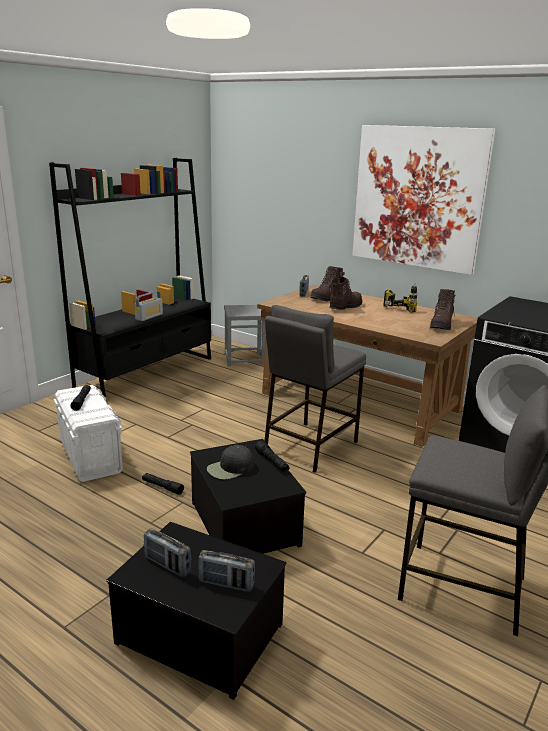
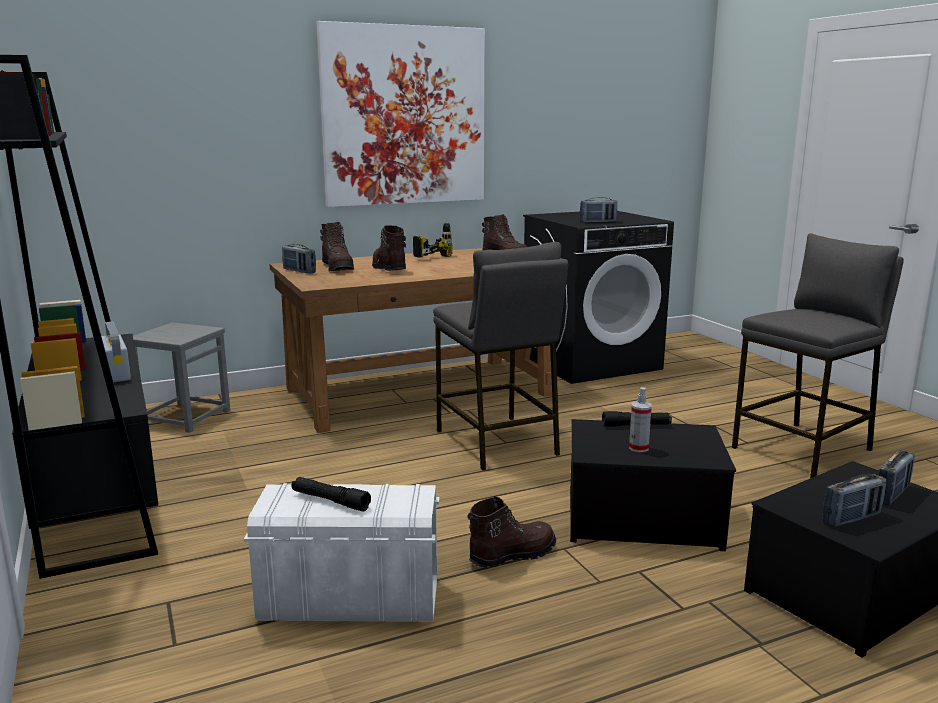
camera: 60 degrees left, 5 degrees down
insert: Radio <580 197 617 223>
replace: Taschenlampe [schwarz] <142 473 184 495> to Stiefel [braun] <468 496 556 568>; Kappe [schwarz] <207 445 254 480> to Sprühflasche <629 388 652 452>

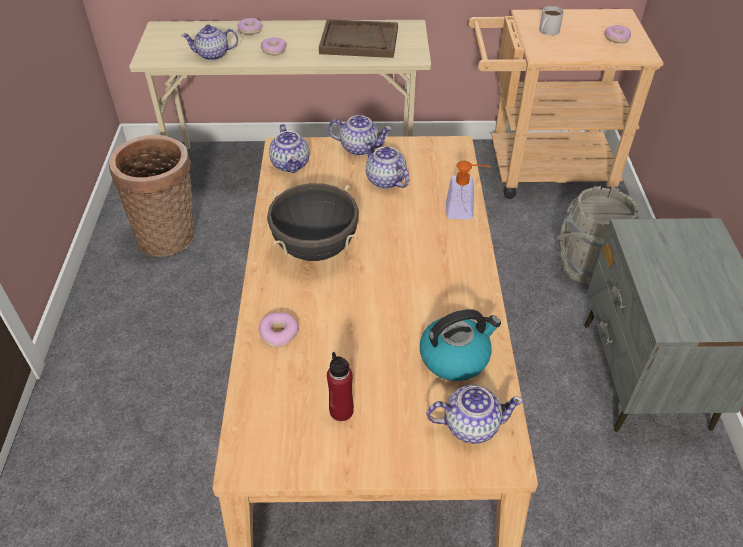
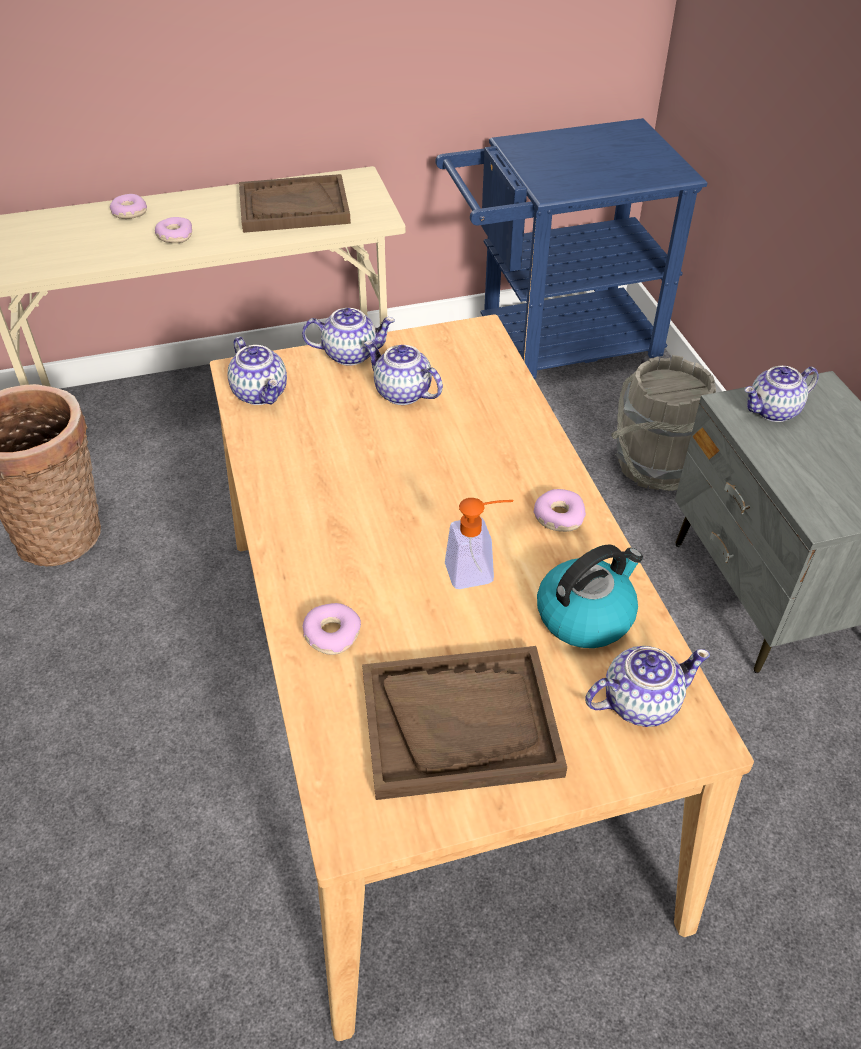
camera: 15 degrees left, 0 degrees up
delete: Kochtopf [schwarz] <267 183 359 261>; Henkelbecher [weiß] <539 6 564 36>
move: Seifenspender <446 161 491 219> to <445 498 513 589>; Donut <604 25 631 43> to <534 489 586 532>; Teekanne <181 24 238 61> to <745 366 819 422>
replace: Flasche [rot] <327 352 354 421> to Tablett [braun] <362 646 567 800>
recolor: Rollwagen [beige] <468 9 664 199> to Rollwagen [blau] <435 118 707 379>

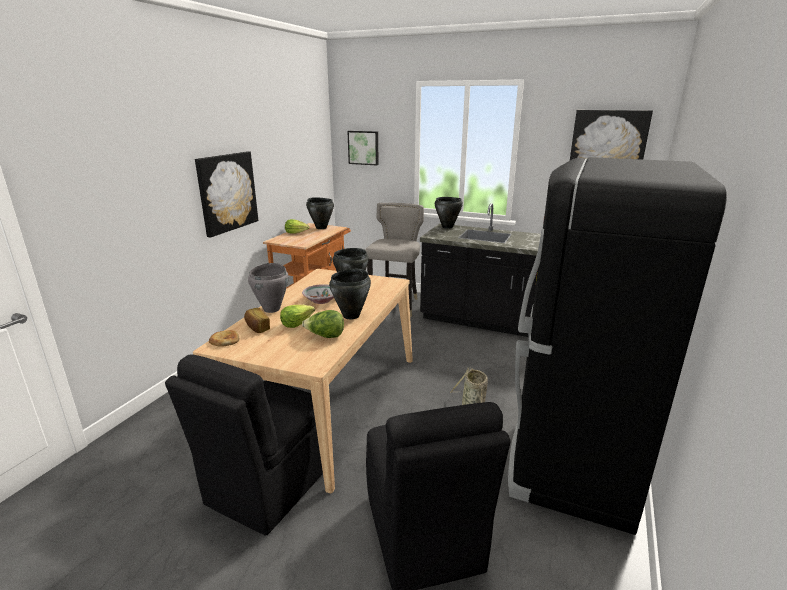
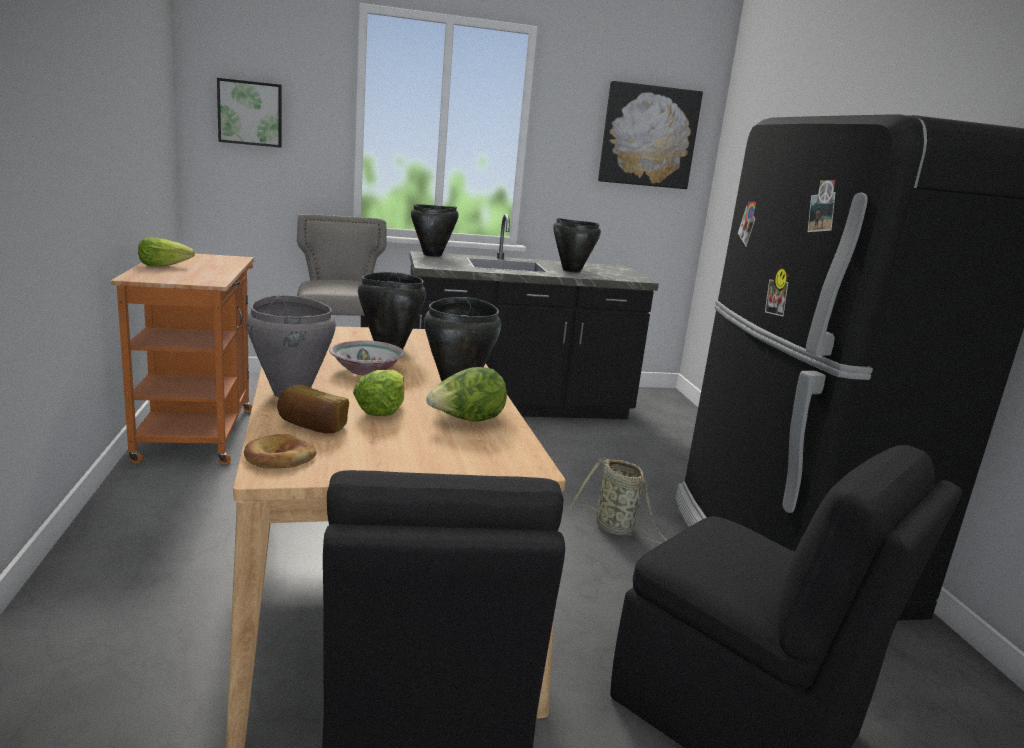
camera: 35 degrees left, 5 degrees down
delete: Bild <195 151 258 238>
move: Kochtopf [schwarz] <306 197 334 229> to <553 218 601 272>

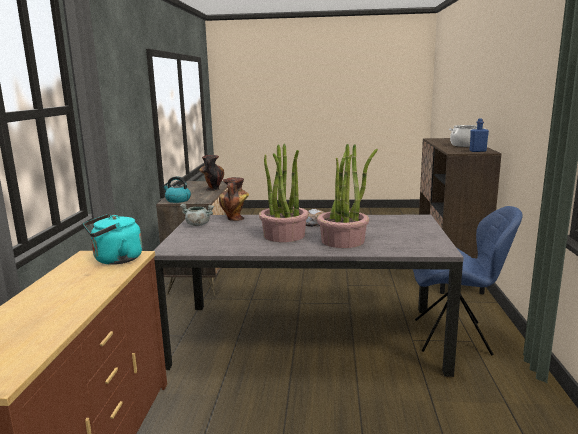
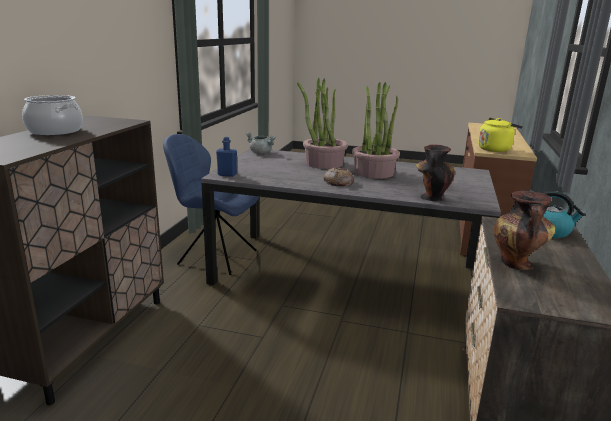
camera: 170 degrees left, 5 degrees up
move: Flasche [blau] <470 119 489 152> to <216 137 237 177>; Kochtopf [grau] <180 204 214 226> to <246 132 276 154>
recolor: Wasserkessel [türkis] <83 214 142 265> to Wasserkessel [gelb] <478 118 523 152>

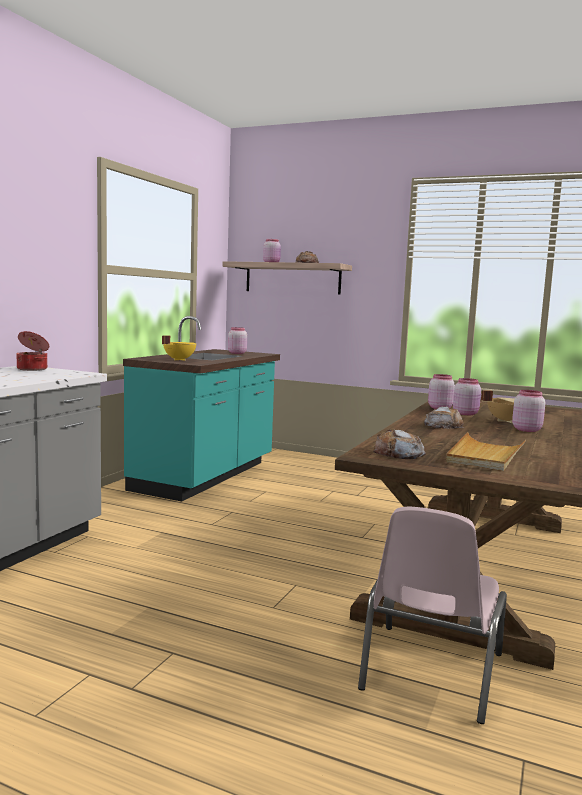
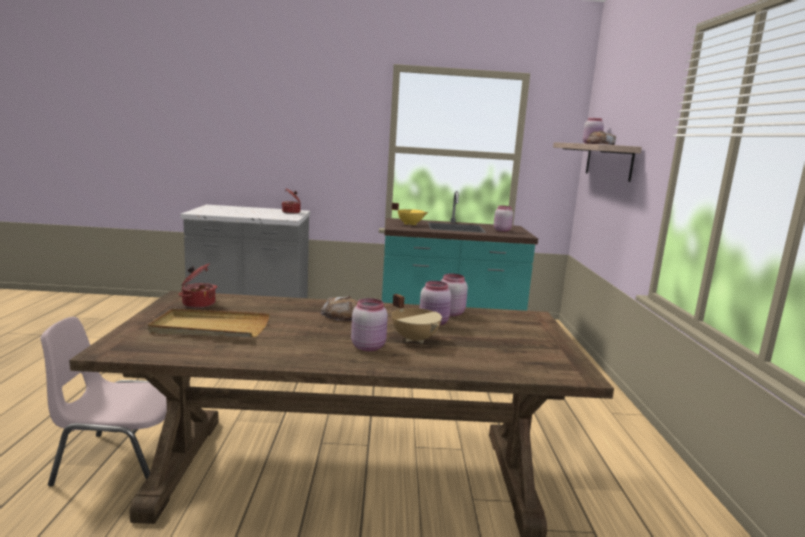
camera: 65 degrees right, 5 degrees up
replace: Brot <373 429 426 459> to Kochtopf <179 263 217 308>

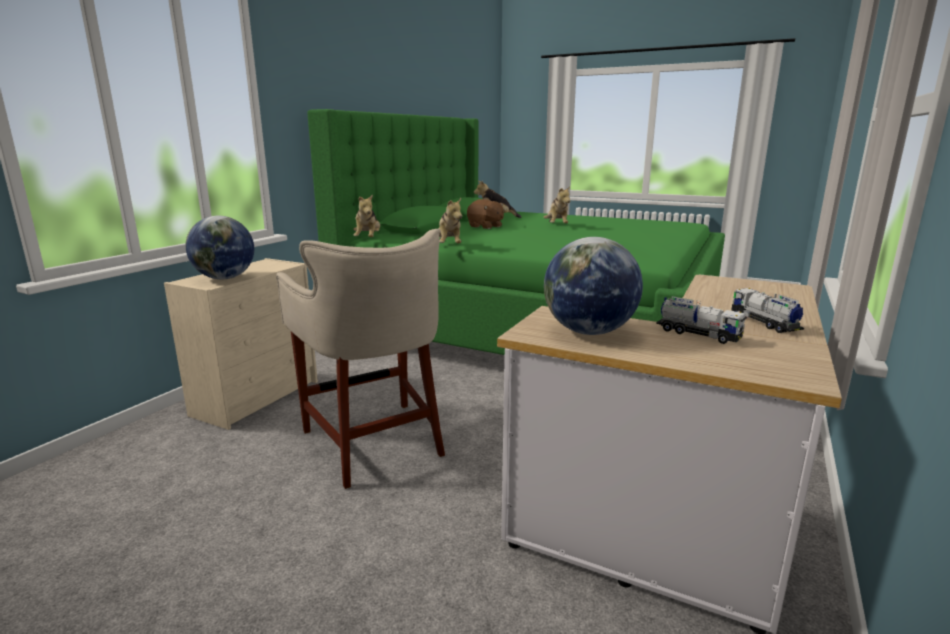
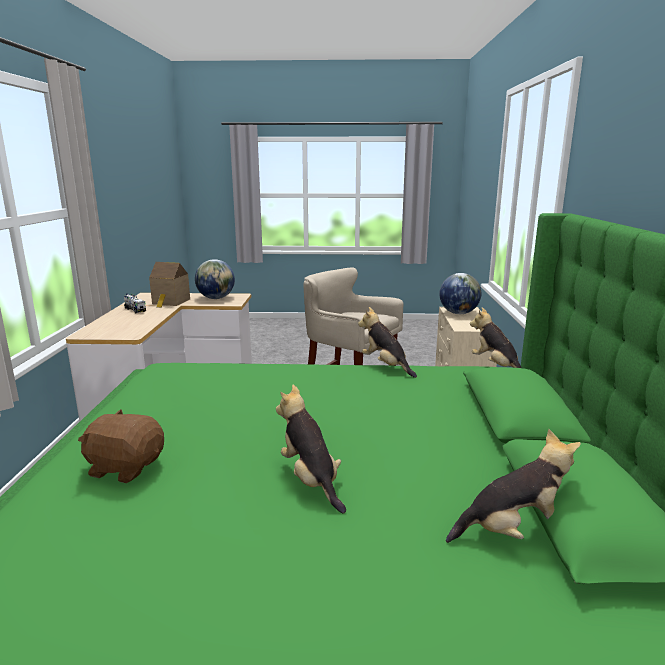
camera: 155 degrees right, 0 degrees up
move: Plüschtier [braun] <467 199 504 229> to <78 409 164 483>
replace: Spielzeuglaster <656 296 747 344> to Spielzeughaus <149 262 190 308>

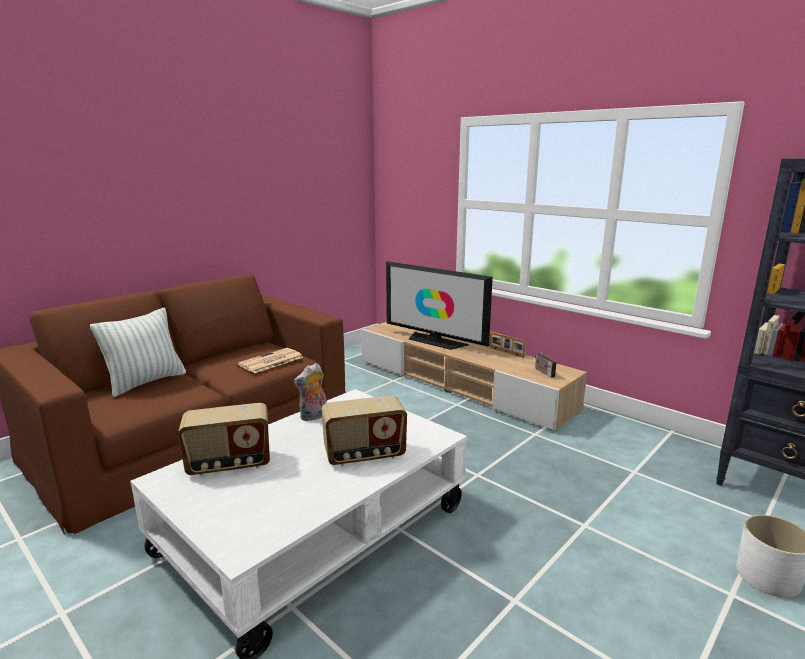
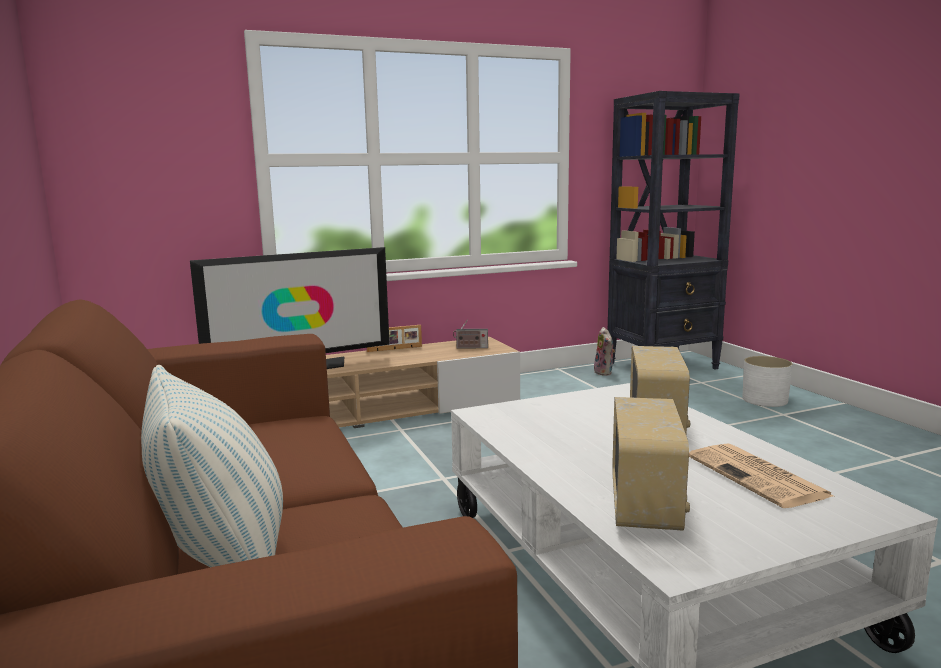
camera: 65 degrees left, 5 degrees down
move: Plüschtier <293 363 327 421> to <594 327 615 376>; Zeitung <238 348 303 373> to <689 443 833 508>

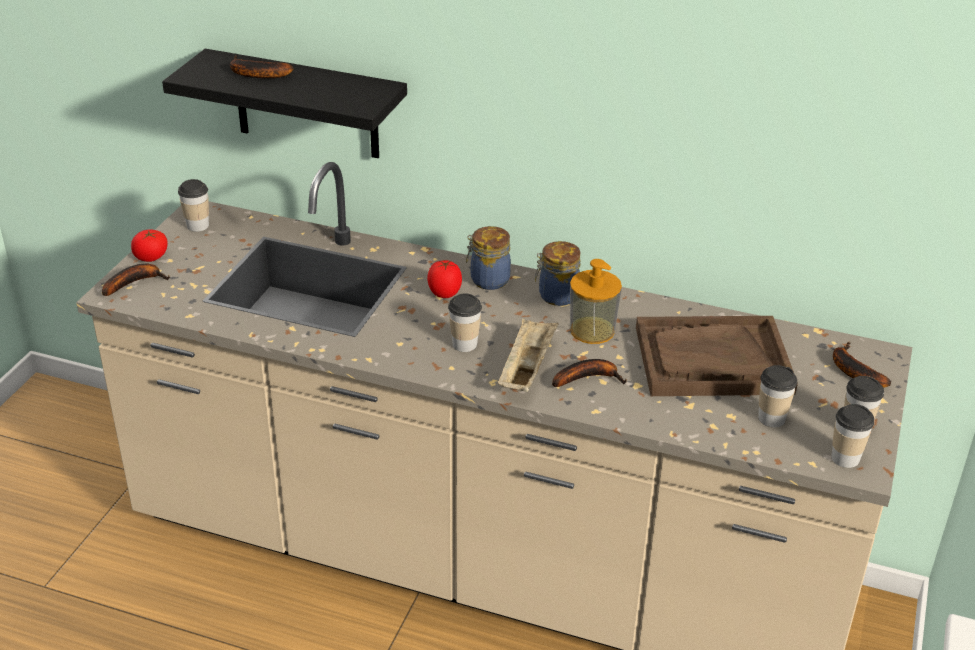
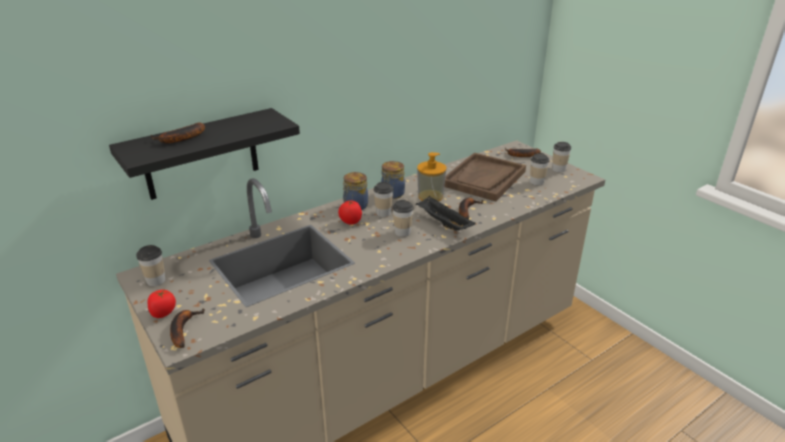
camera: 55 degrees left, 5 degrees down
move: Tasse <831 404 874 468> to <373 182 393 217>
recolor: Tablett [beige] <498 319 558 392> to Tablett [schwarz] <416 196 476 231>

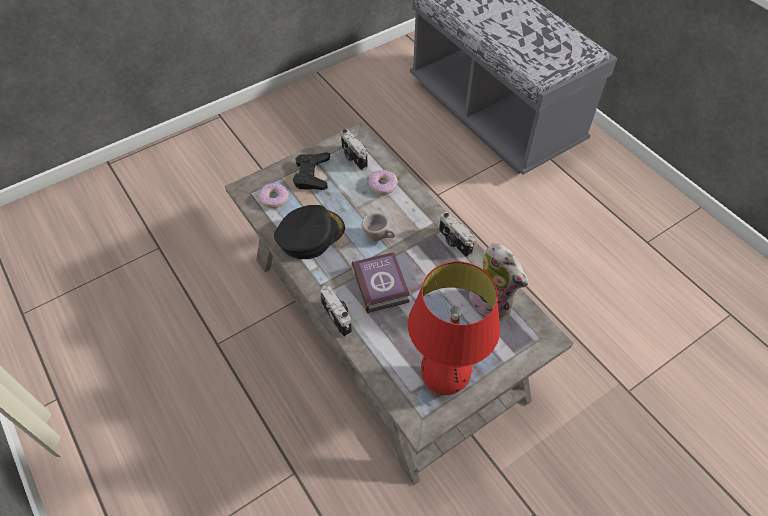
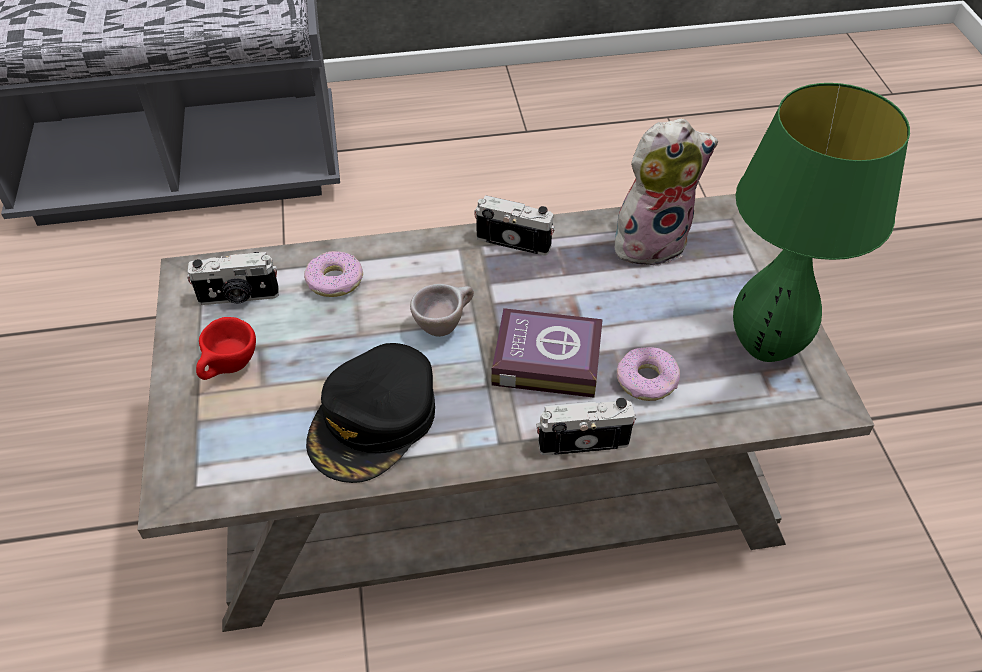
camera: 65 degrees left, 5 degrees down
move: Donut <258 183 289 208> to <617 347 680 401>
replace: Gamepad [schwarz] <293 152 330 190> to Tasse [rot] <196 317 256 380>
recolor: Tischlampe [rot] <408 262 500 395> to Tischlampe [grün] <733 83 910 362>
rotate: Kappe [schwarz] <274 205 345 259> = <306 343 435 483> 135 degrees counterclockwise; Kamera <439 212 475 257> = <474 195 555 256> 150 degrees counterclockwise

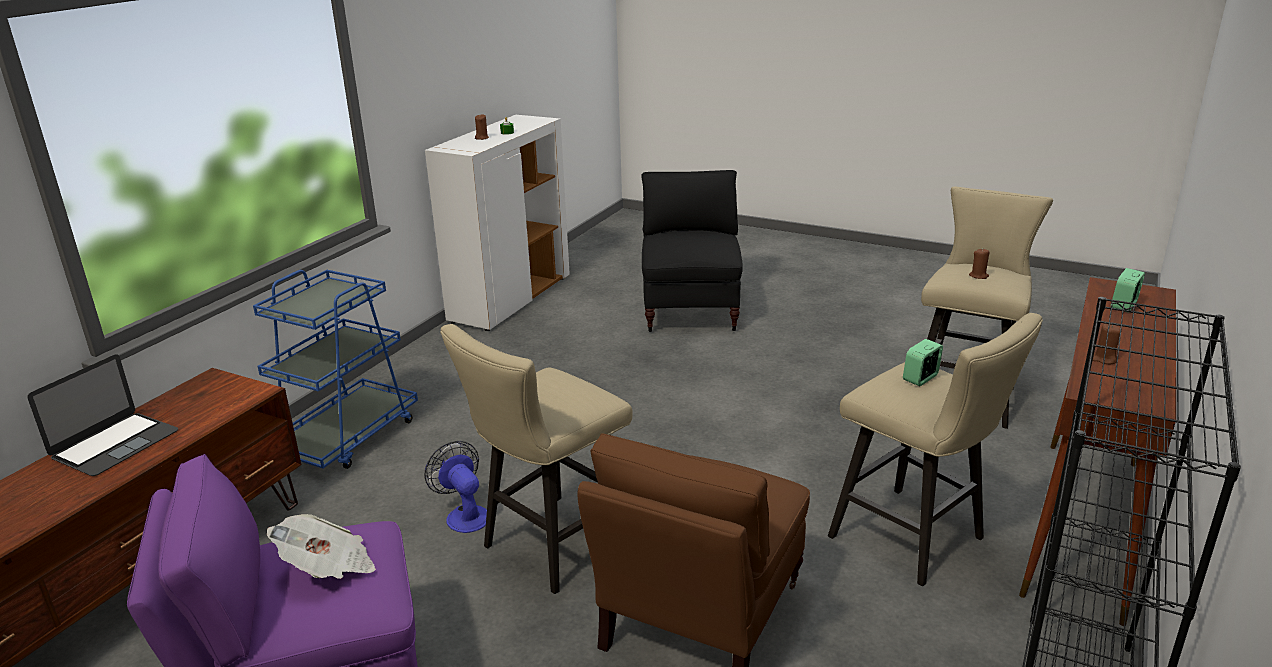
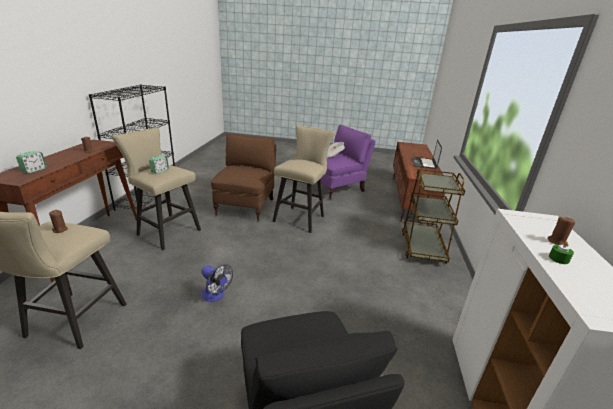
camera: 160 degrees right, 0 degrees up
move: Ventilator <424 441 487 533> to <201 264 233 302>
recolor: Rollwagen [blau] <253 270 418 469> to Rollwagen [braun] <402 169 465 264>

